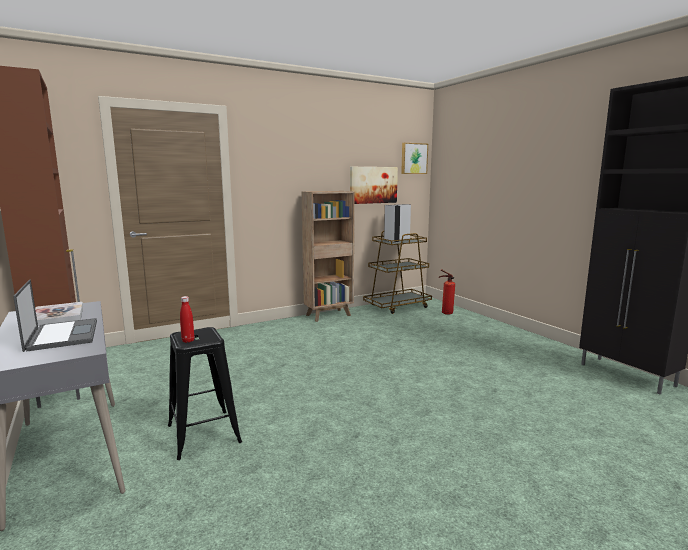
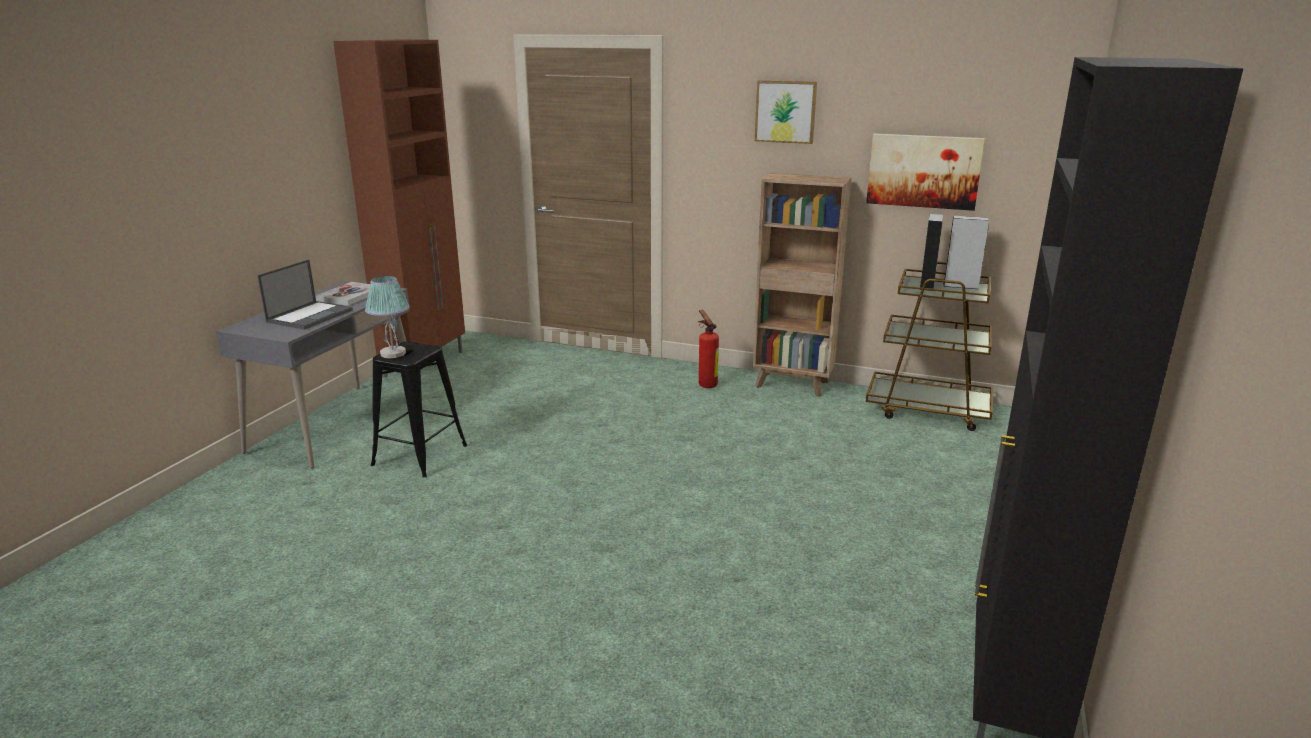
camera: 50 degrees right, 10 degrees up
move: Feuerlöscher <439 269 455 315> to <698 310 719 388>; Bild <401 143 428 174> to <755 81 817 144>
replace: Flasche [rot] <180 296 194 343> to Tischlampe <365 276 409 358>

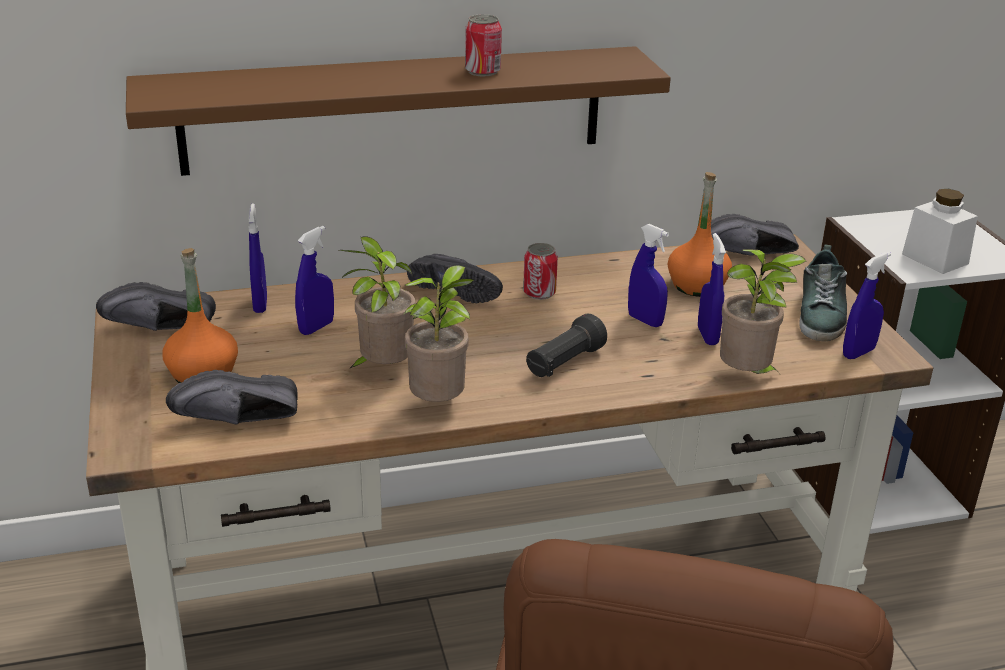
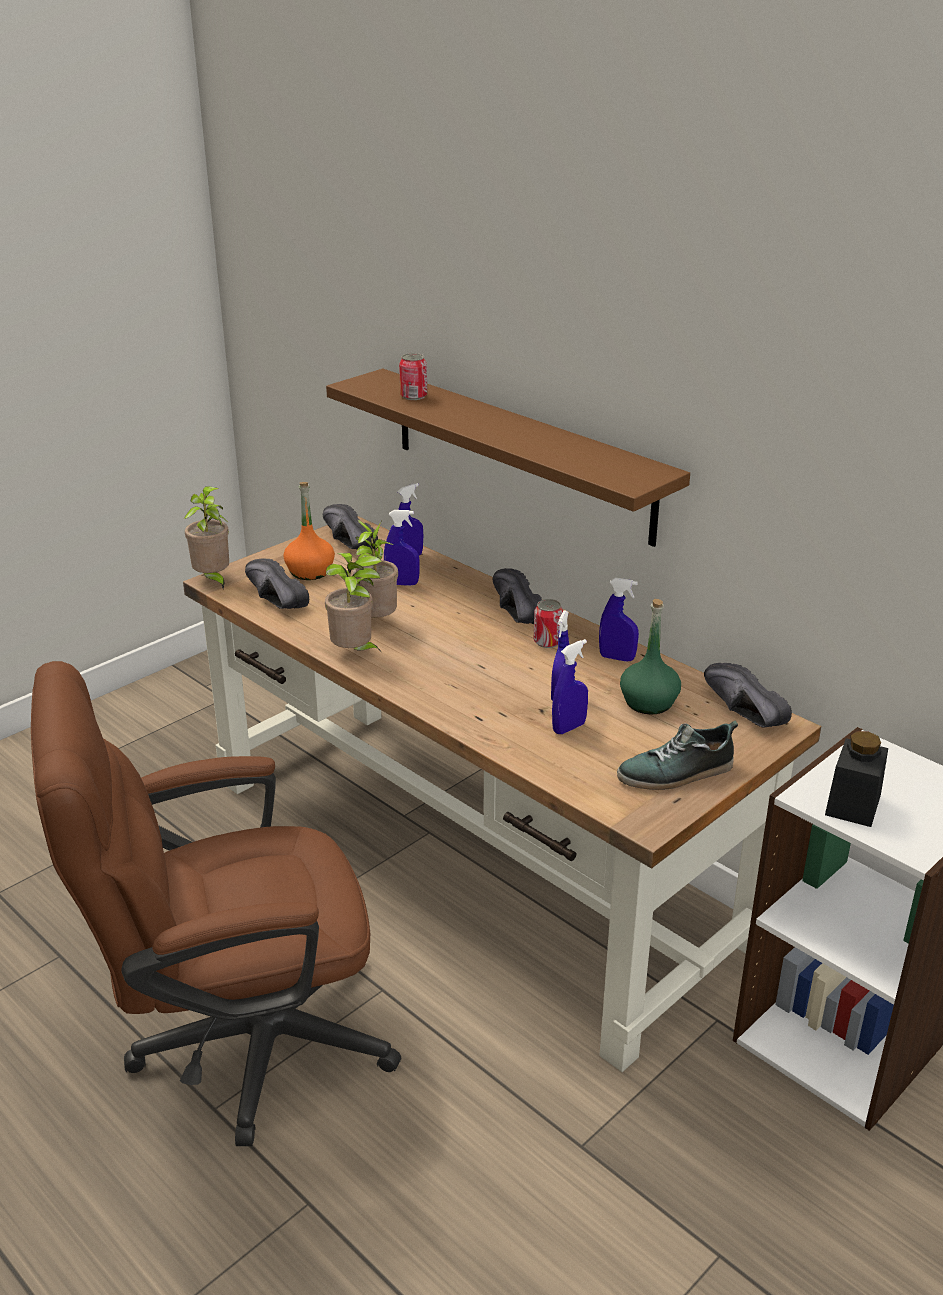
camera: 60 degrees right, 0 degrees up
delete: Taschenlampe [schwarz] <526 314 607 377>
move: Topfpflanze <720 249 807 374> to <184 486 230 589>; Dose <465 14 502 76> to <399 353 427 400>; Sprühflasche [blau] <843 252 891 359> to <599 578 639 662>
recolor: Flasche [orange] <668 172 732 297> to Flasche [grün] <620 599 681 714>; Vorratsglas [weiß] <902 189 978 274> to Vorratsglas [schwarz] <825 731 888 827>
rotate: Schuh [schwarz] <407 254 503 303> = <493 568 542 624> 150 degrees clockwise

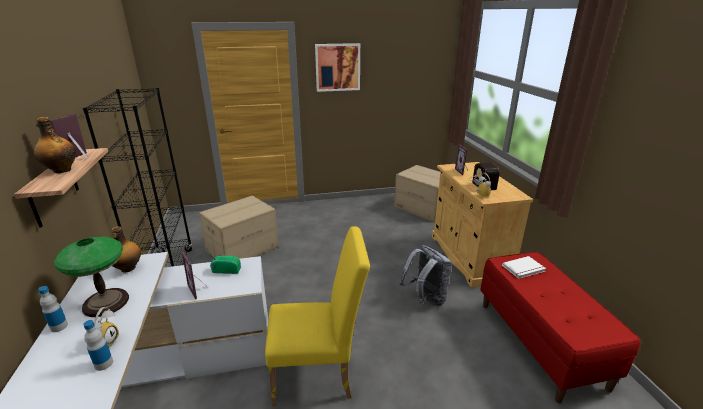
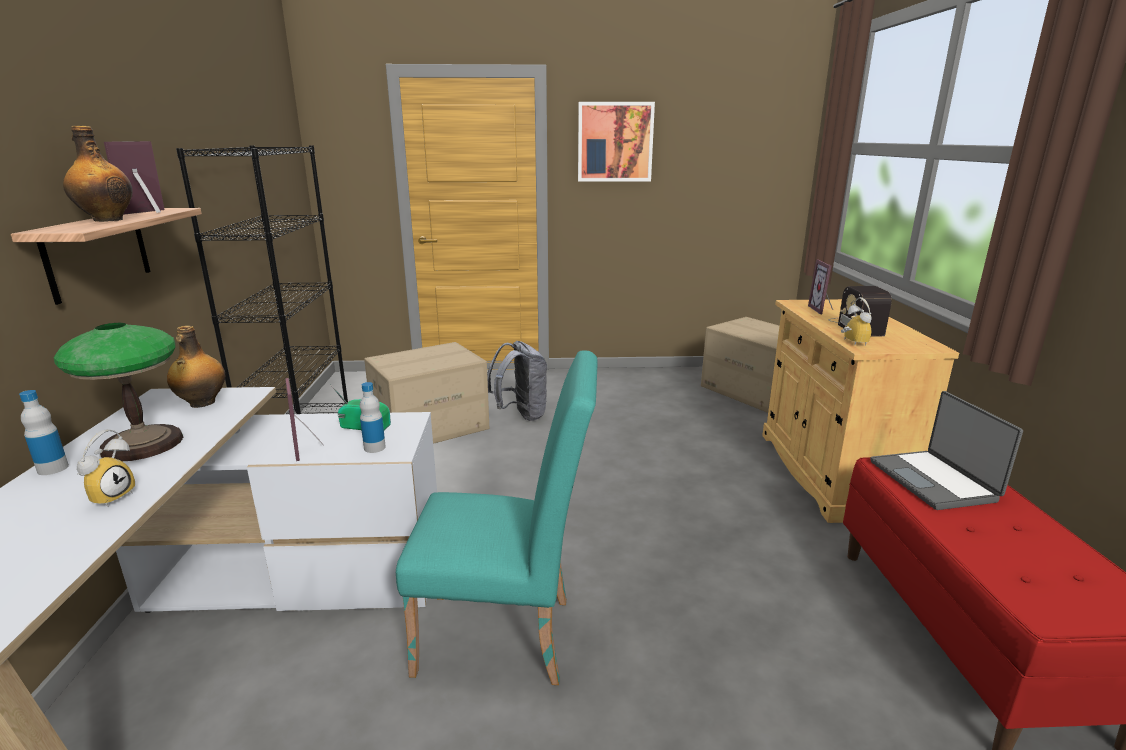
camera: 10 degrees right, 5 degrees down
move: Flasche <83 320 113 371> to <360 382 386 453>; Rucksack [grau] <399 245 452 306> to <487 341 547 421>
replace: Buch [weiß] <502 256 546 279> to Laptop <870 391 1023 510>
recolor: Stuhl [gelb] <265 226 370 406> to Stuhl [türkis] <396 350 598 685>

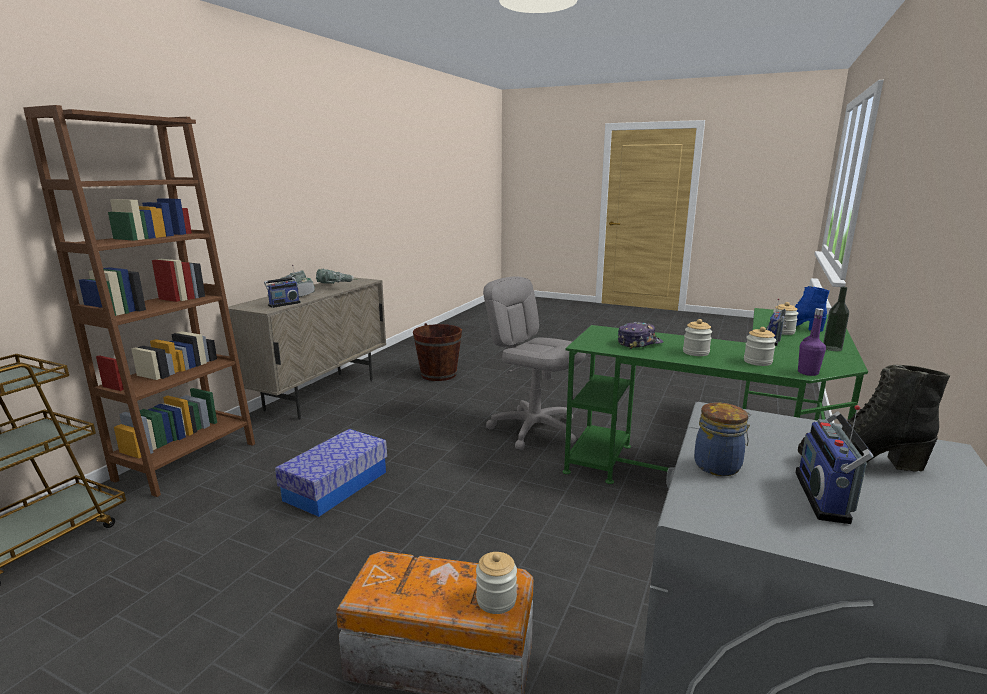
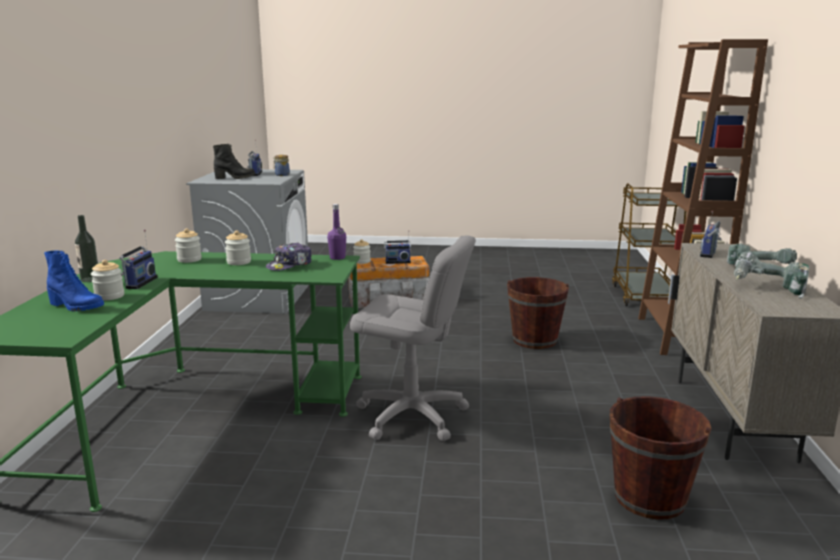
camera: 160 degrees right, 0 degrees up
insert: Radio <384 230 411 264>
move: Flasche [lila] <798 308 826 376> to <327 204 346 260>
replace: Aufbewahrungsbox <275 429 387 517> to Eimer [braun] <507 277 569 349>

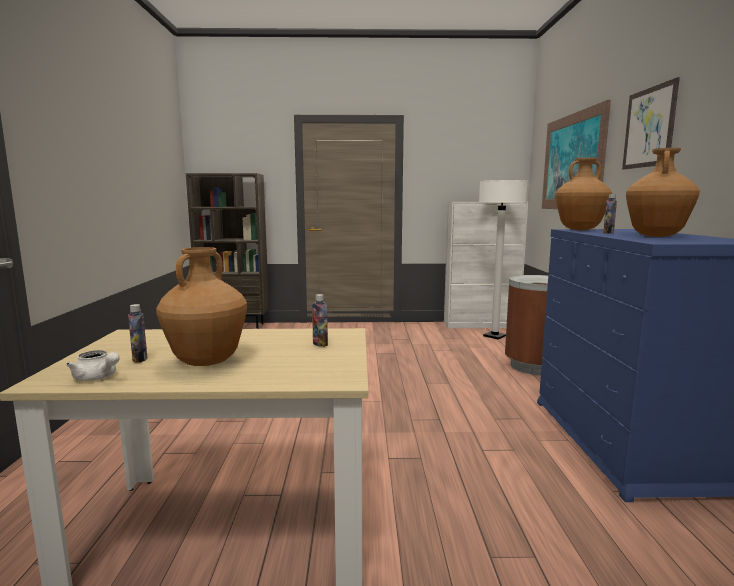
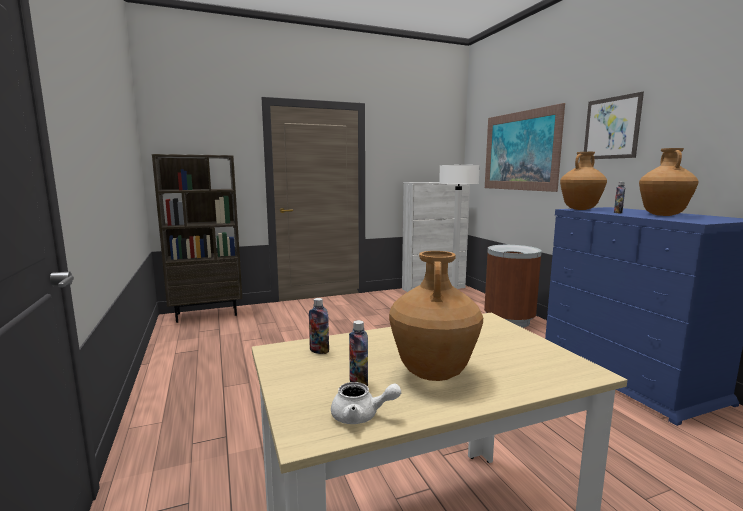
camera: 20 degrees left, 0 degrees up
move: Flasche <312 294 328 347> to <309 298 329 354>

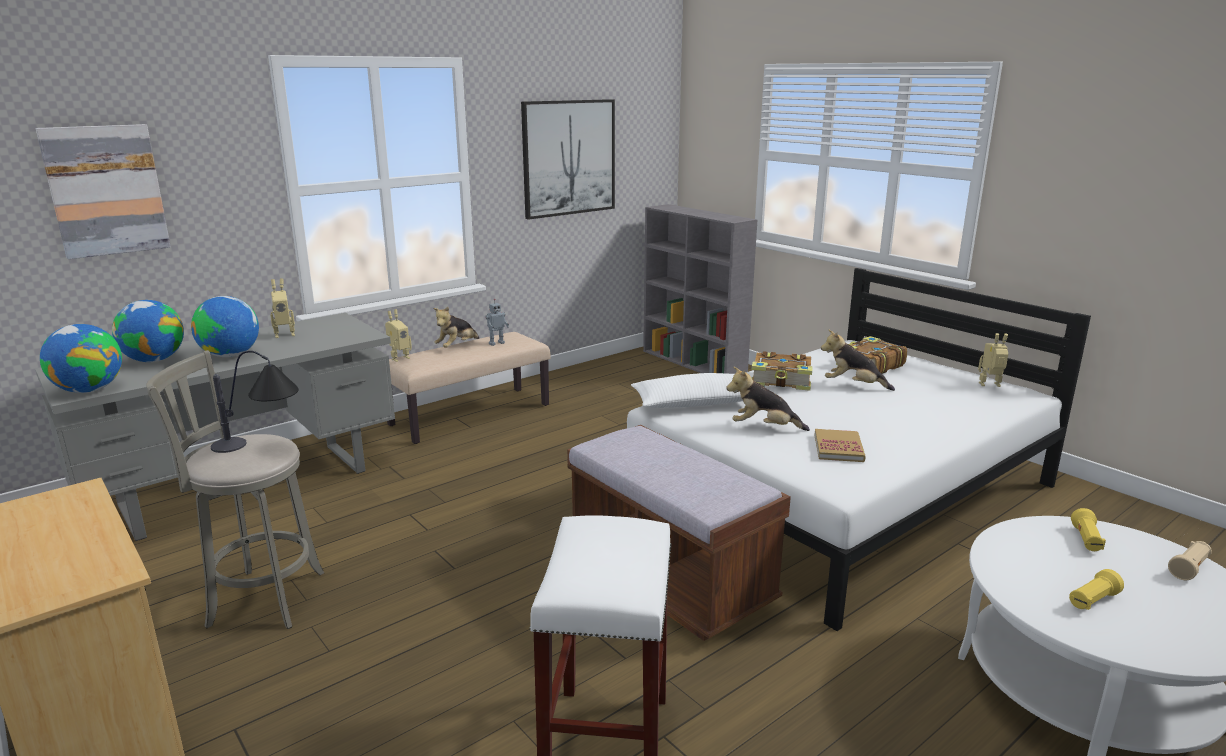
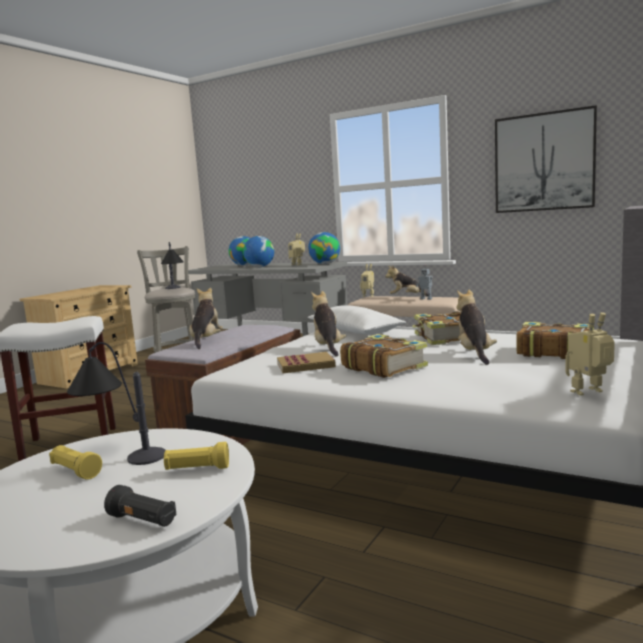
camera: 70 degrees right, 10 degrees down
delete: Bild <36 124 171 259>
insert: Tischlampe <67 342 166 465>; Plüschtier <189 288 223 349>; Buch <340 334 428 378>
move: Globus <40 324 122 393> to <308 232 340 264>
recolor: Taschenlampe [beige] <1168 541 1212 580> to Taschenlampe [schwarz] <104 485 177 527>
rotate: Spielzeugroboter <978 333 1008 387> = <565 312 615 396> 90 degrees counterclockwise

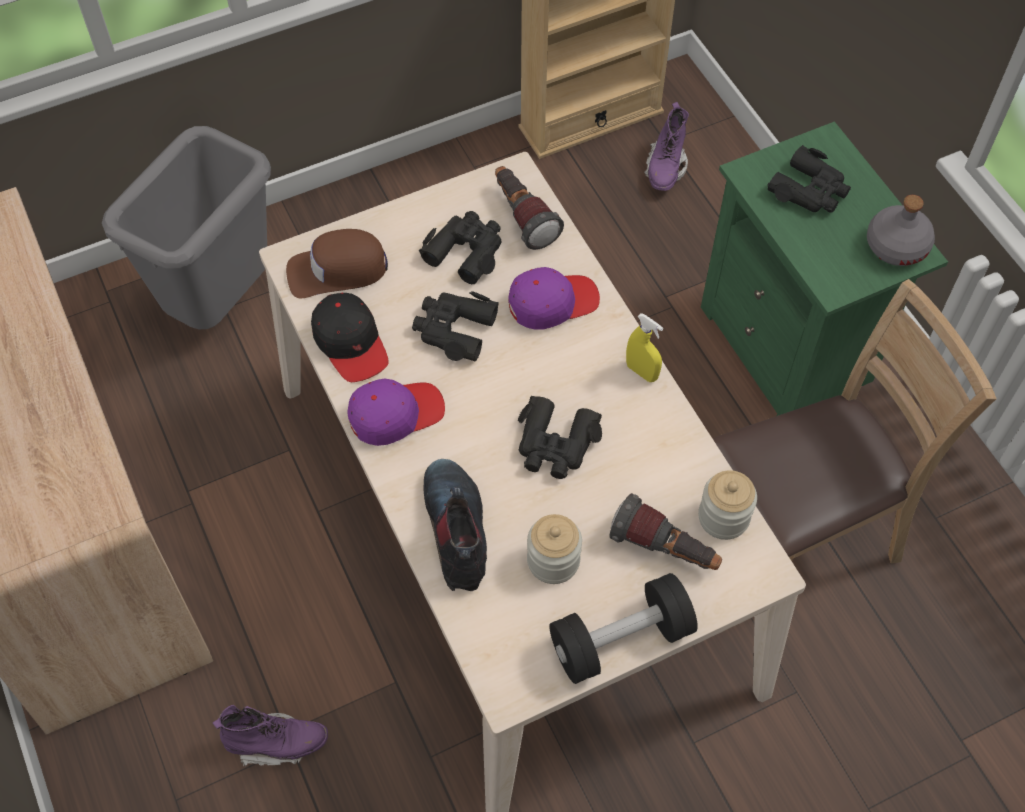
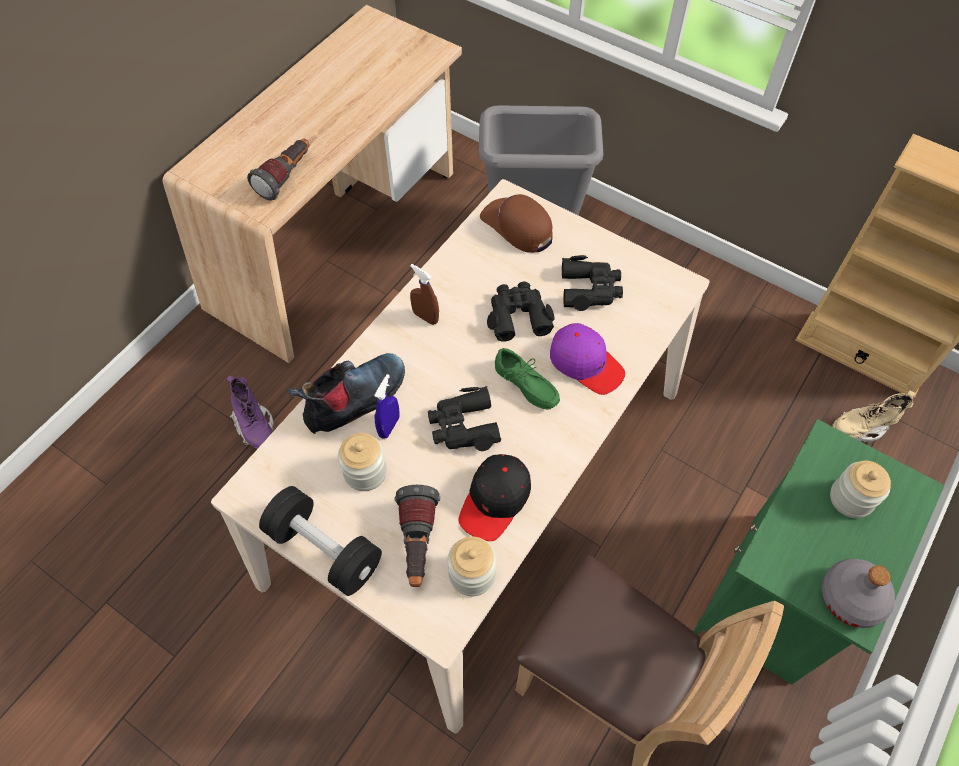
camera: 60 degrees right, 0 degrees up
delete: Sprühflasche [gelb] <626 313 663 382>
insert: Sprühflasche [blau] <374 374 400 439>; Schuh [grün] <495 348 560 410>
move: Taschenlampe <495 166 564 250> to <247 138 309 200>; Kappe [schwarz] <311 293 389 382> to <458 454 531 541>
replace: Kappe [lila] <347 379 445 446> to Sprühflasche [braun] <410 264 439 325>; Fernglas [schwarz] <768 145 851 213> to Vorratsglas <830 461 891 518>
recolor: Stiefel [lila] <644 102 689 191> to Stiefel [beige] <833 390 915 442>

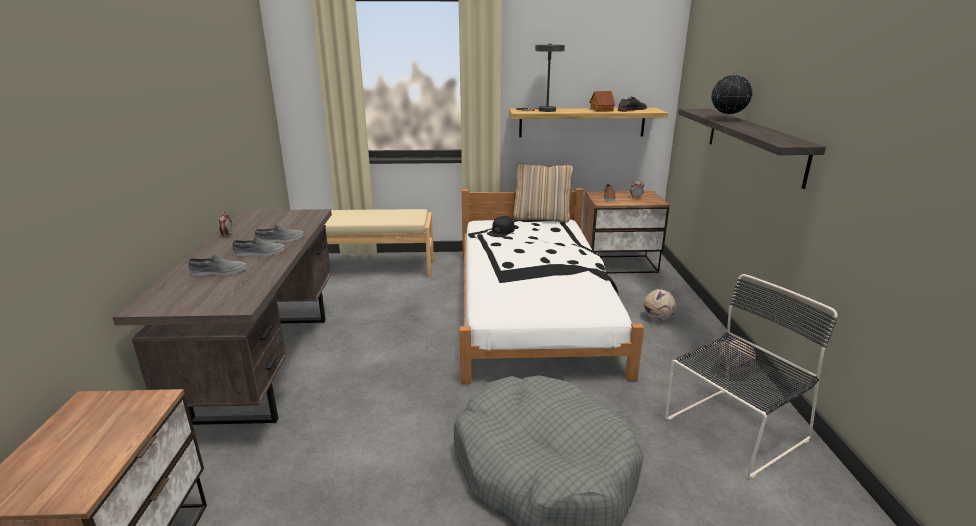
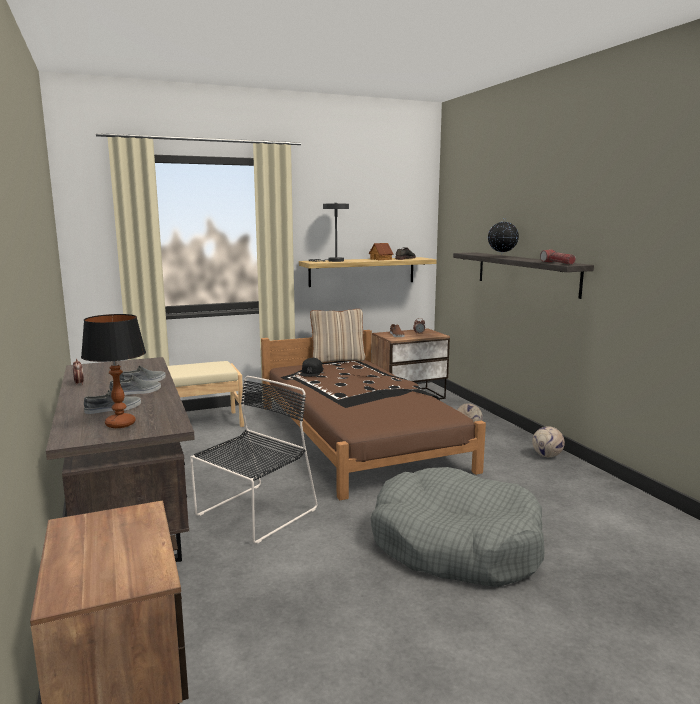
camera: 20 degrees left, 10 degrees down
insert: Tischlampe <81 314 146 428>; Taschenlampe <540 249 576 264>
move: Stuhl [schwarz] <665 274 838 478> to <190 376 318 543>
recolor: Bett [weiß] <460 188 644 384> to Bett [braun] <261 330 486 500>

